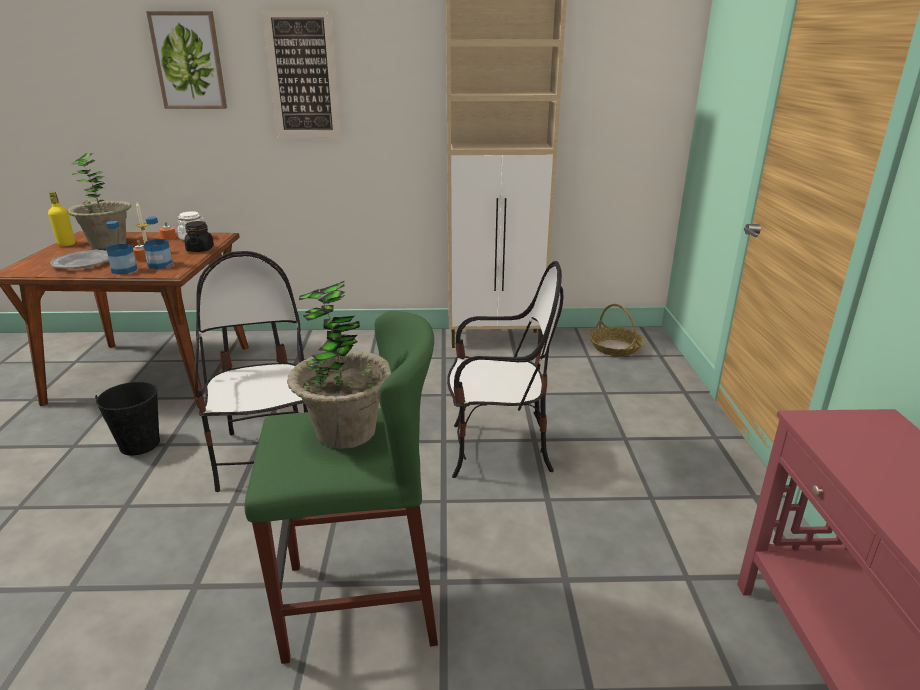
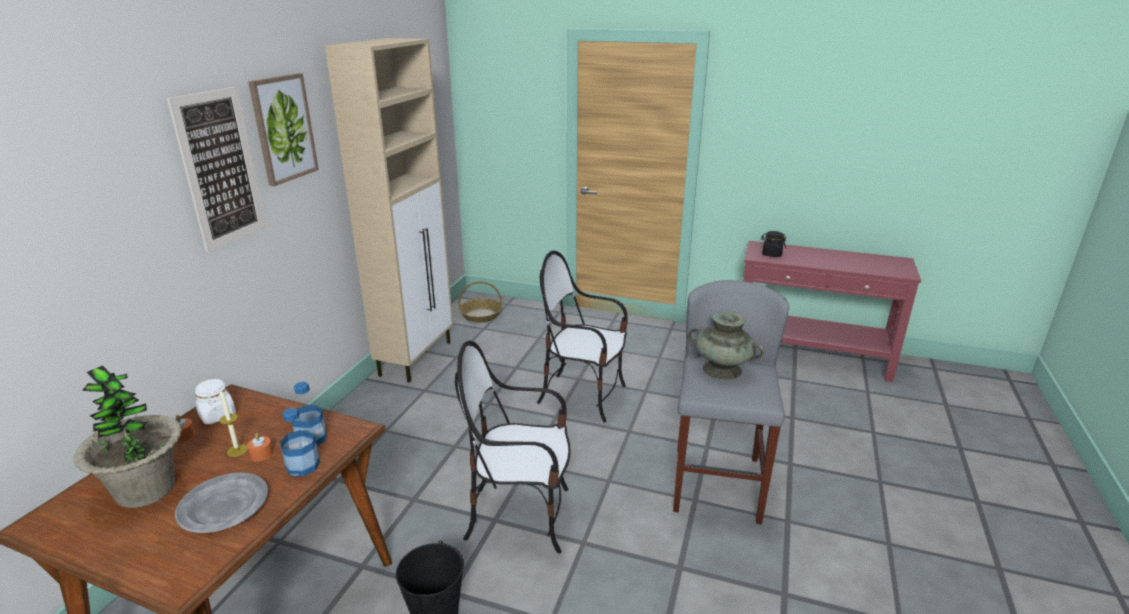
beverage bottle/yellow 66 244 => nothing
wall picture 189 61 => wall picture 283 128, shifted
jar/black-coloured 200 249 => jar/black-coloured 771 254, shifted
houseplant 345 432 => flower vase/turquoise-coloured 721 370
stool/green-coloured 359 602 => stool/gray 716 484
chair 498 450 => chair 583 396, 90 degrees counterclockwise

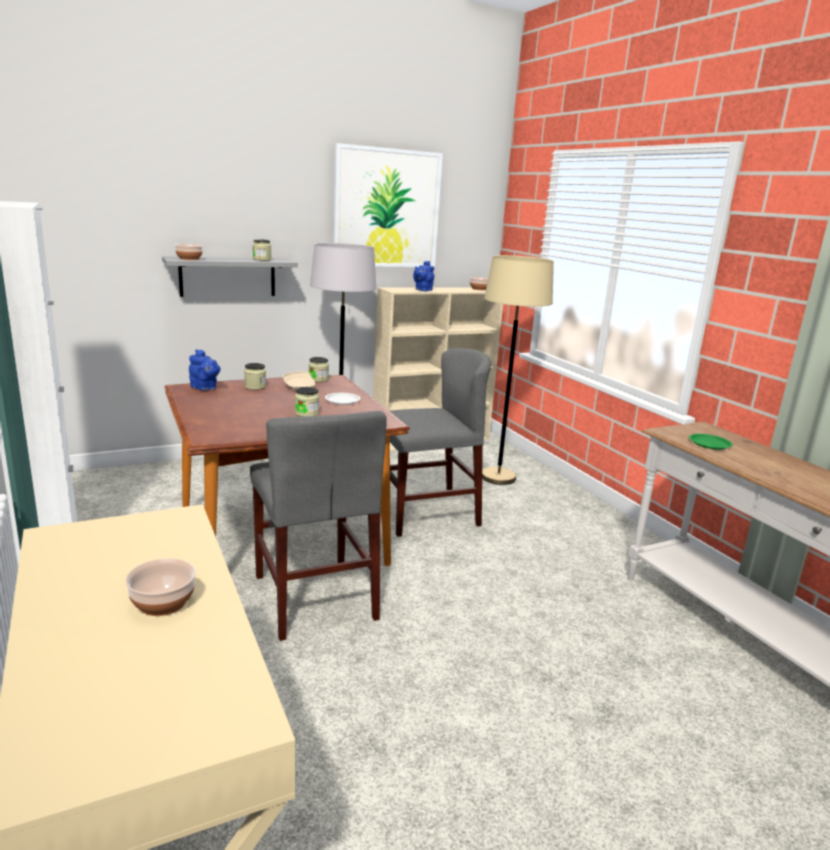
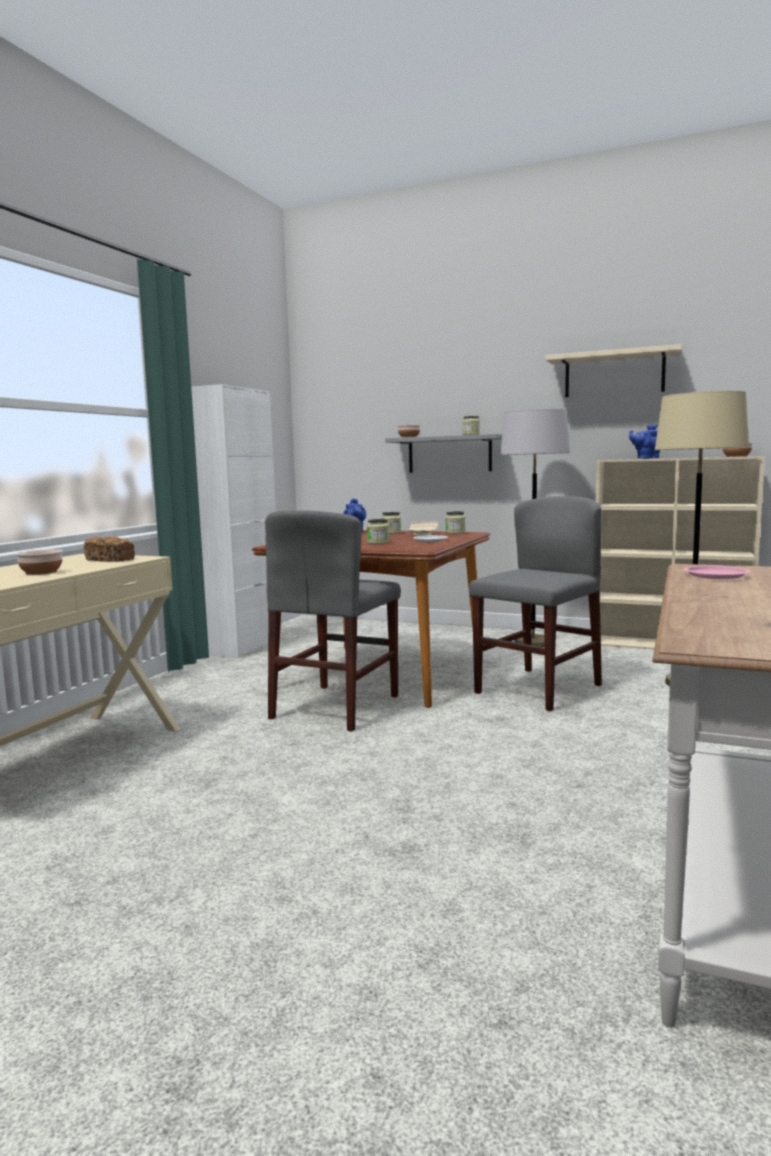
nothing => baked bread 110 560
wall picture 386 209 => wall shelf/beige 614 374
dinner plate/green-coloured 709 444 => dinner plate/pink 716 576
chair/gray 425 514 => chair/gray 538 689, 75 degrees counterclockwise

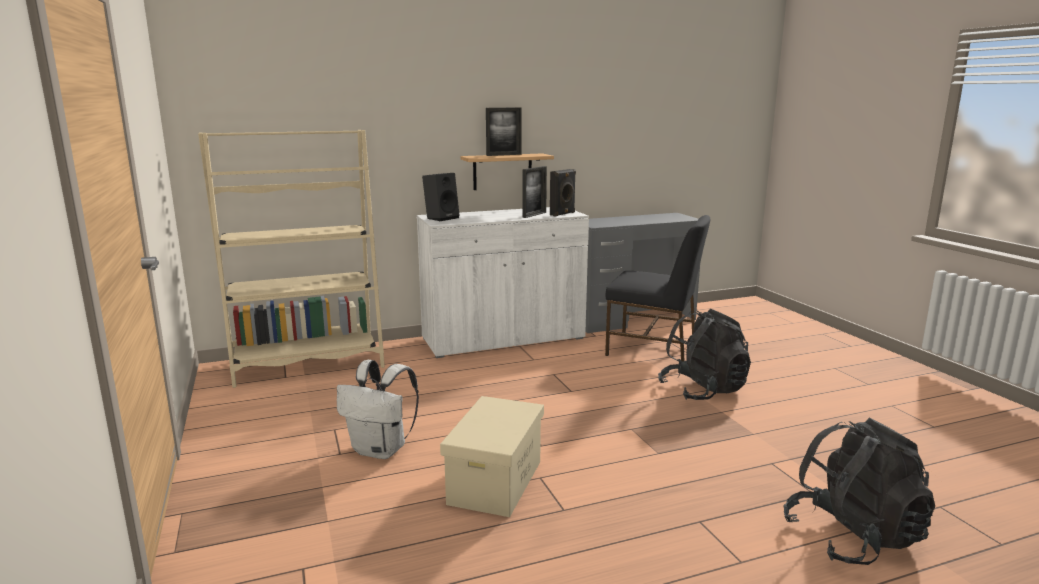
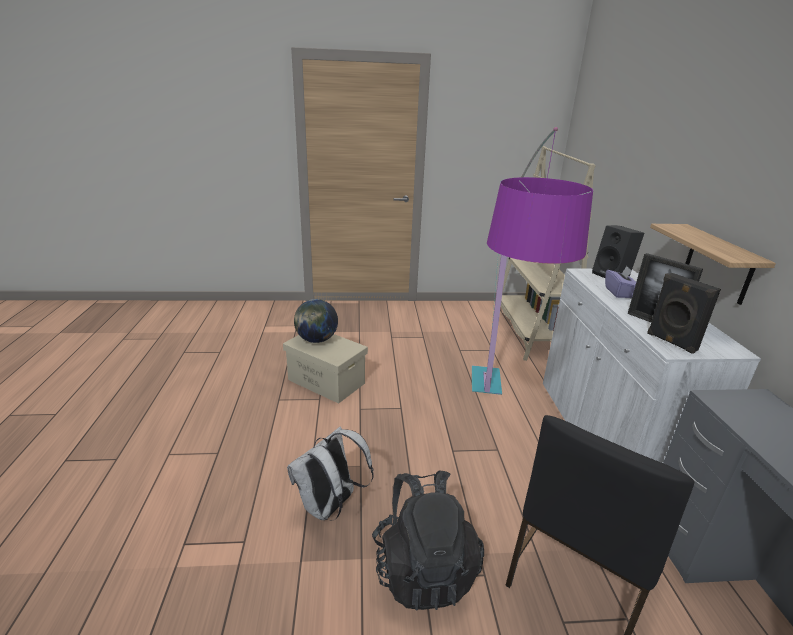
standing frame 504 155 => nothing
rucksack/black-coloured 852 537 => nothing
nothing => desk globe 316 340
nothing => standing lamp 489 433
nothing => tissue box/purple 619 292
rucksack/white 381 450 => rucksack/white 330 506, shifted

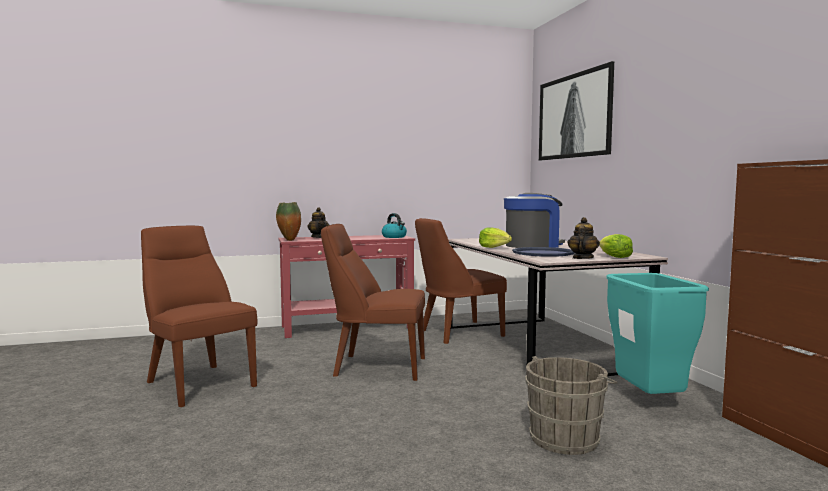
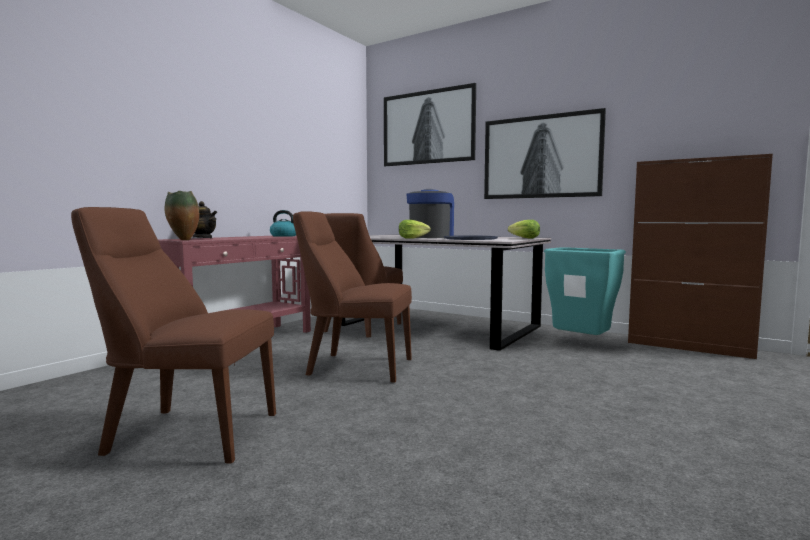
bucket/gray 566 438 => nothing
pot for tea 582 258 => nothing
nothing => wall picture 541 157
chair/brownish 376 367 => chair/brownish 355 366, 45 degrees clockwise

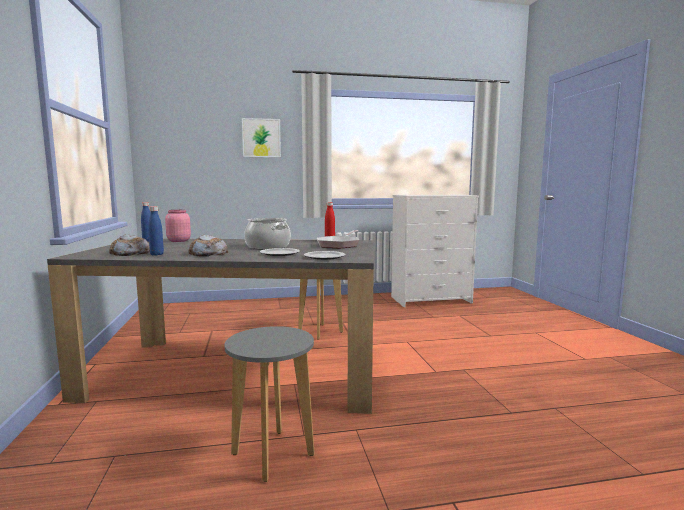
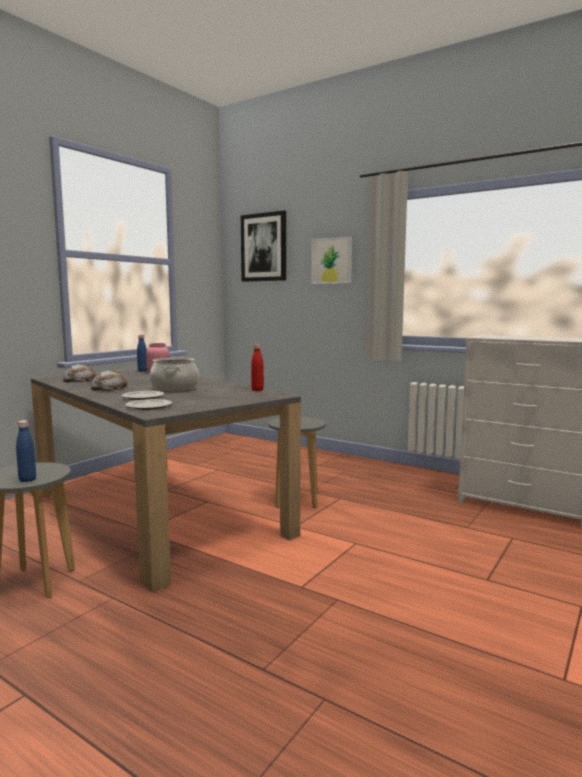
frying pan 339 245 => nothing
nothing => wall picture 264 247
beverage bottle/blue 157 254 => beverage bottle/blue 27 480, shifted

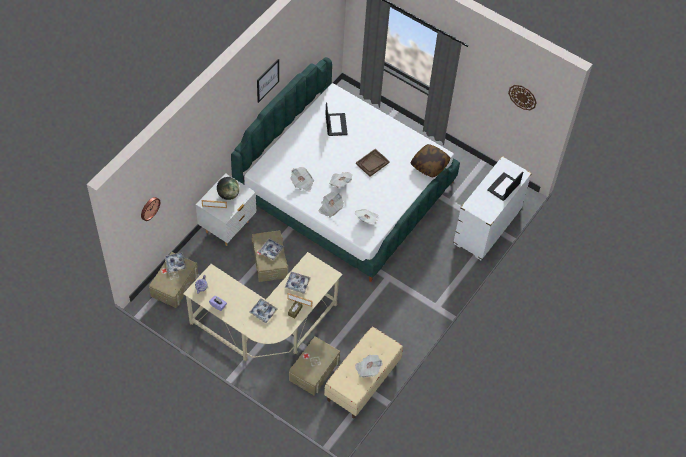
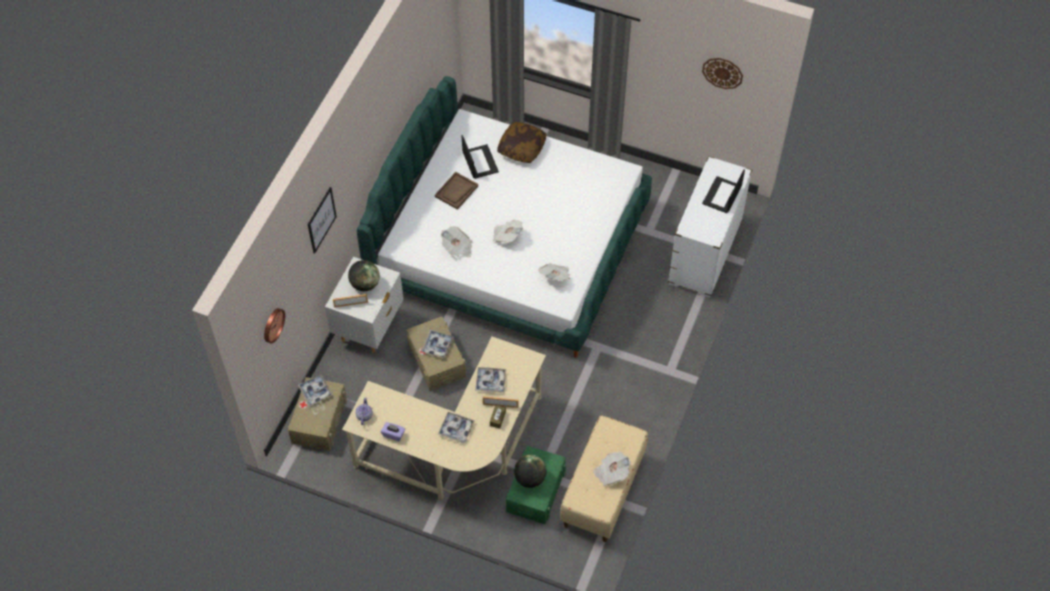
daily paper 330 208 => nothing
nothing => desk globe 530 478
wall picture 267 80 => wall picture 321 220, shifted
carrying tray/brownish 372 163 => carrying tray/brownish 456 191, shifted
cushion 429 164 => cushion 522 148, shifted
storage container/beige 314 370 => storage container/green-coloured 536 490

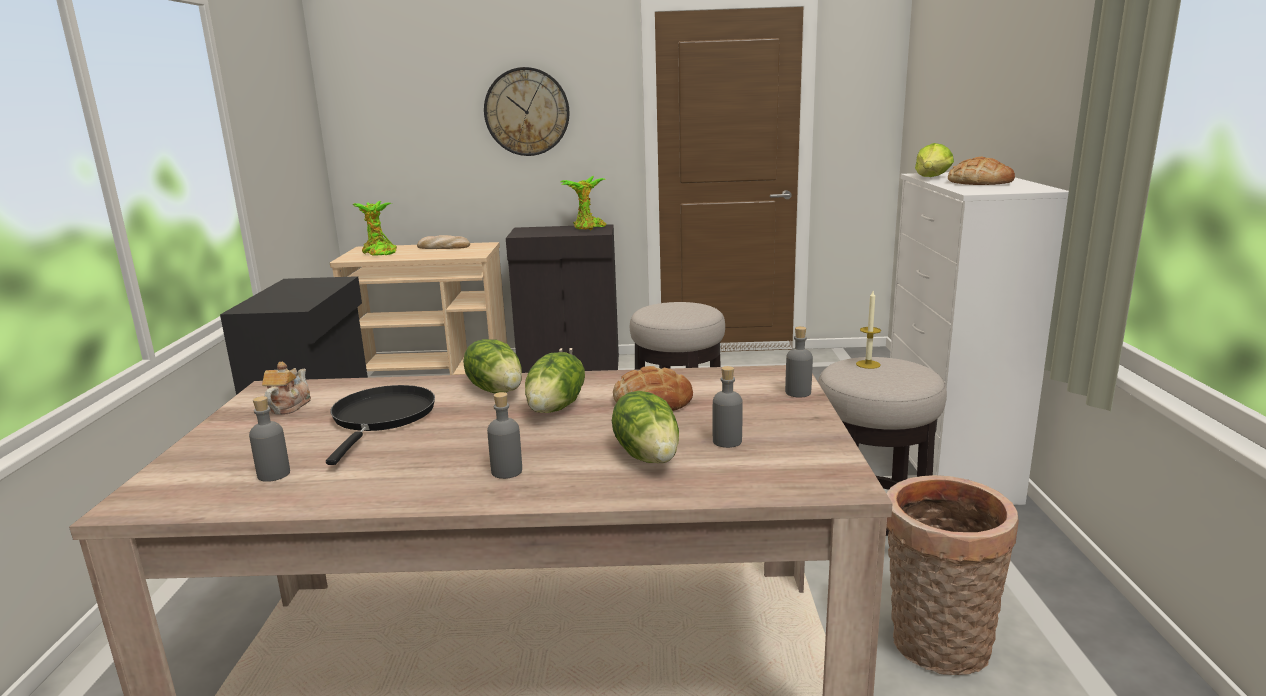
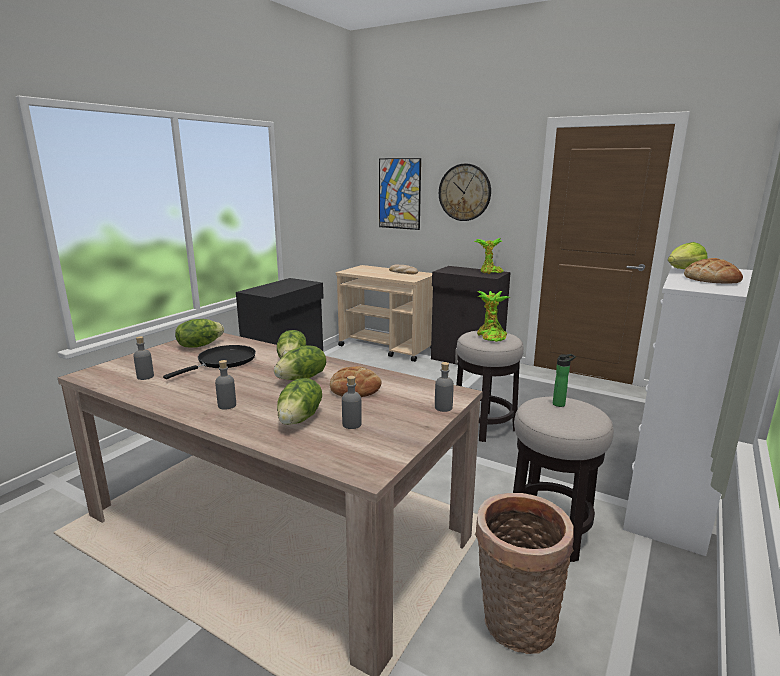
nothing => wall picture 399 194
houseplant 378 253 => houseplant 490 336, shifted
pot for tea 288 406 => lettuce head 200 345
candle 868 364 => beverage bottle 560 404

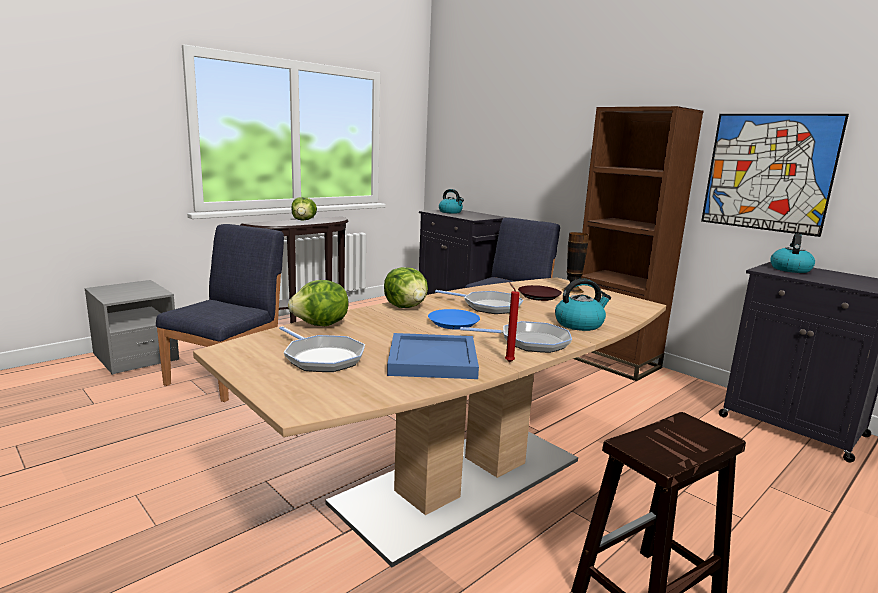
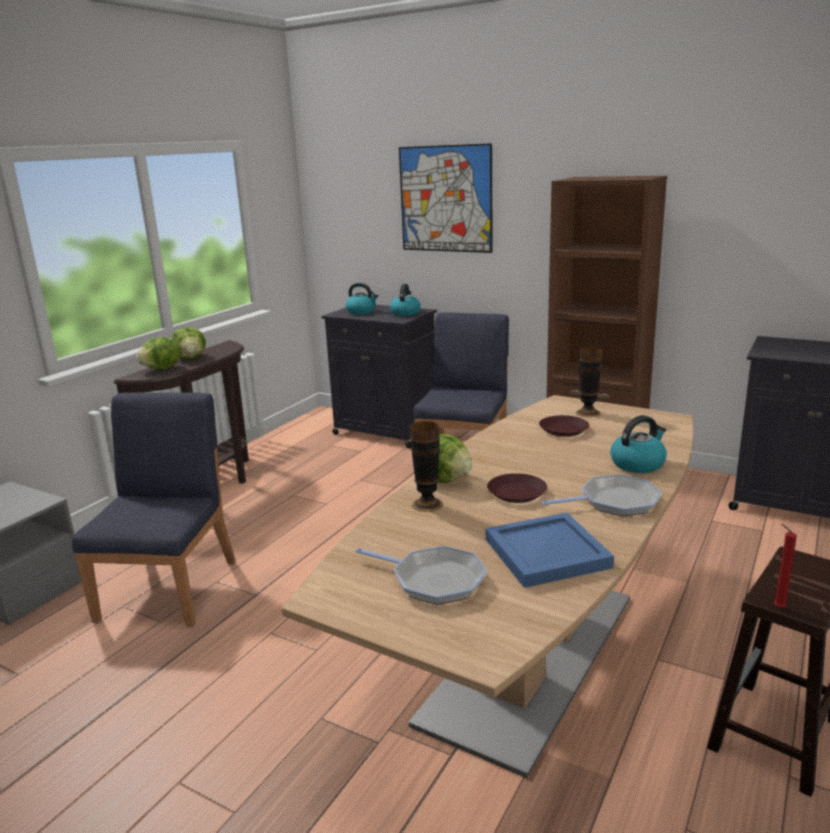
frying pan 488 306 => nothing
nothing => flower vase 427 504
lettuce head 321 325 => lettuce head 162 369, shifted
candle/red 508 361 => candle/red 777 607, shifted
wall picture 768 172 => wall picture 445 199, shifted
kettle 790 269 => kettle 405 313, shifted
dinner plate/blue 453 323 => dinner plate/brownish 516 493

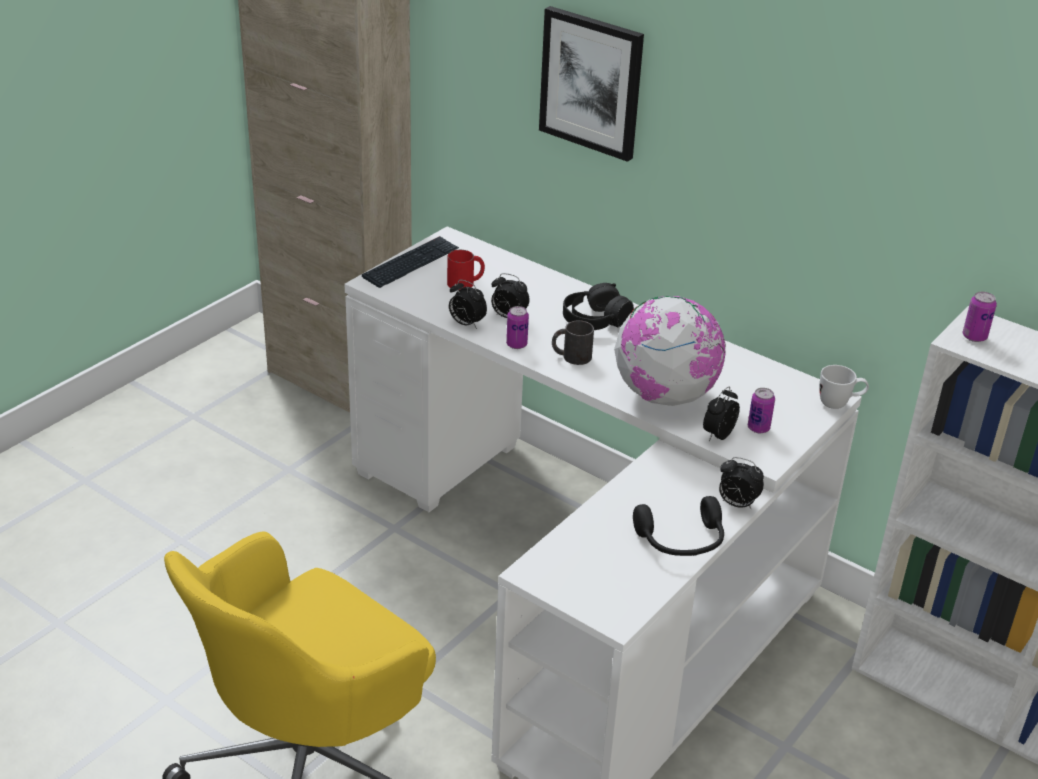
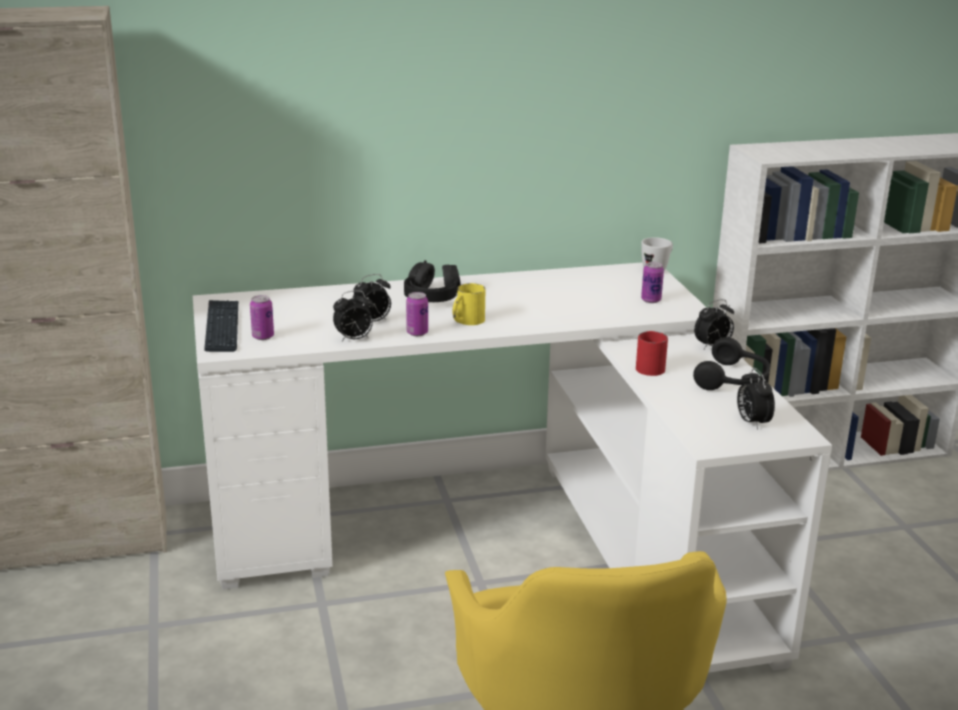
wall picture 591 82 => nothing
desk globe 665 395 => nothing
coffee mug/red 466 283 => coffee mug/red 652 366, shifted
alarm clock 718 435 => alarm clock 752 422, shifted
can 974 337 => can 263 336, shifted
coffee mug/black-coloured 571 356 => coffee mug/yellow 466 321

